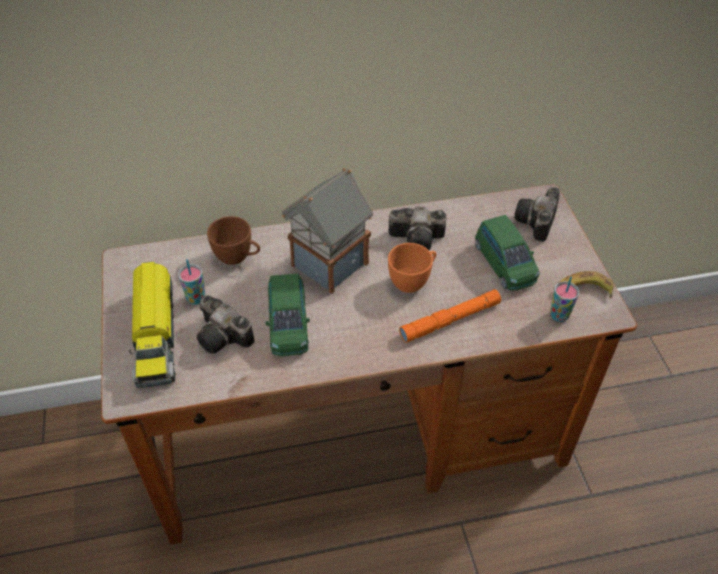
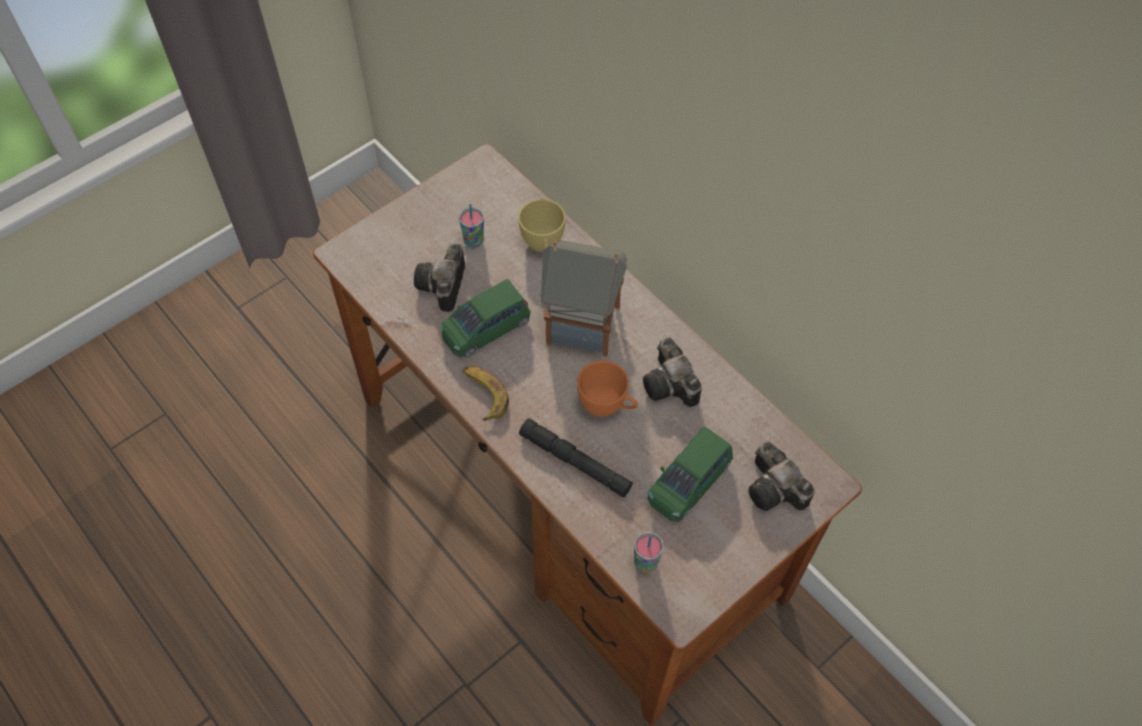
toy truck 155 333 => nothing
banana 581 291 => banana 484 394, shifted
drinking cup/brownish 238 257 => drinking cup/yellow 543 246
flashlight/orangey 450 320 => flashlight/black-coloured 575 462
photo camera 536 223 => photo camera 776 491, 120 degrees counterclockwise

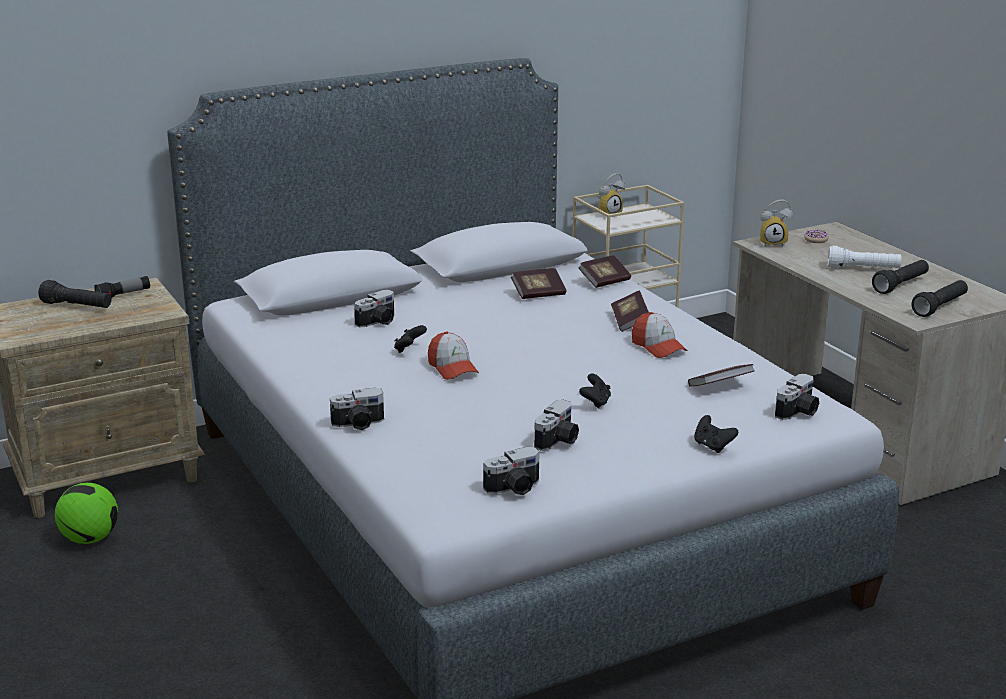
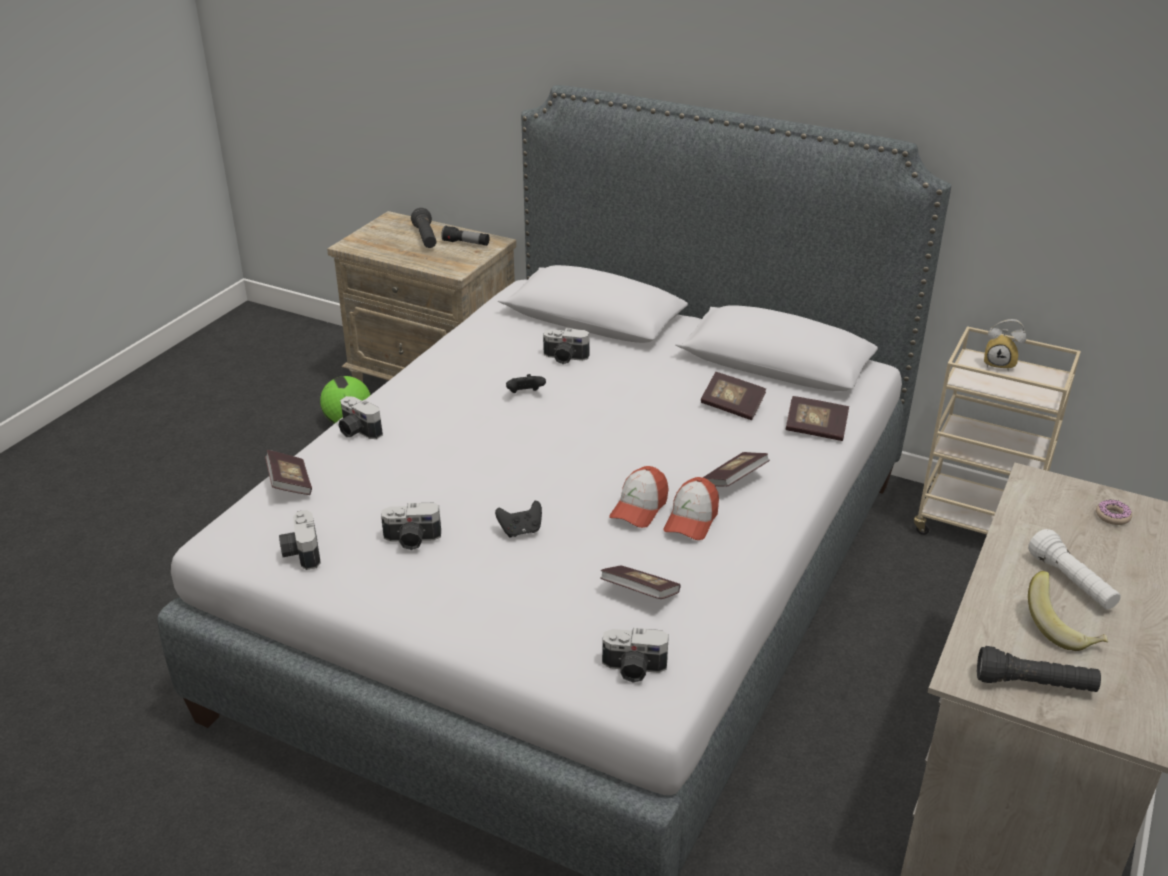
game controller/black-coloured 712 446 => nothing
alarm clock 773 243 => nothing
nothing => bound book 290 484
cap 452 368 => cap 639 508, shifted
flashlight/black-coloured 900 285 => banana 1062 629
photo camera 514 488 => photo camera 300 552, 45 degrees clockwise

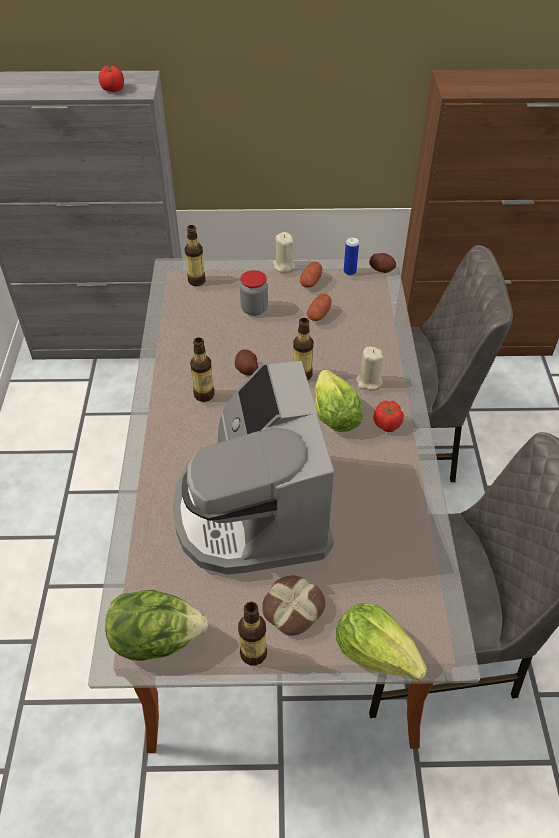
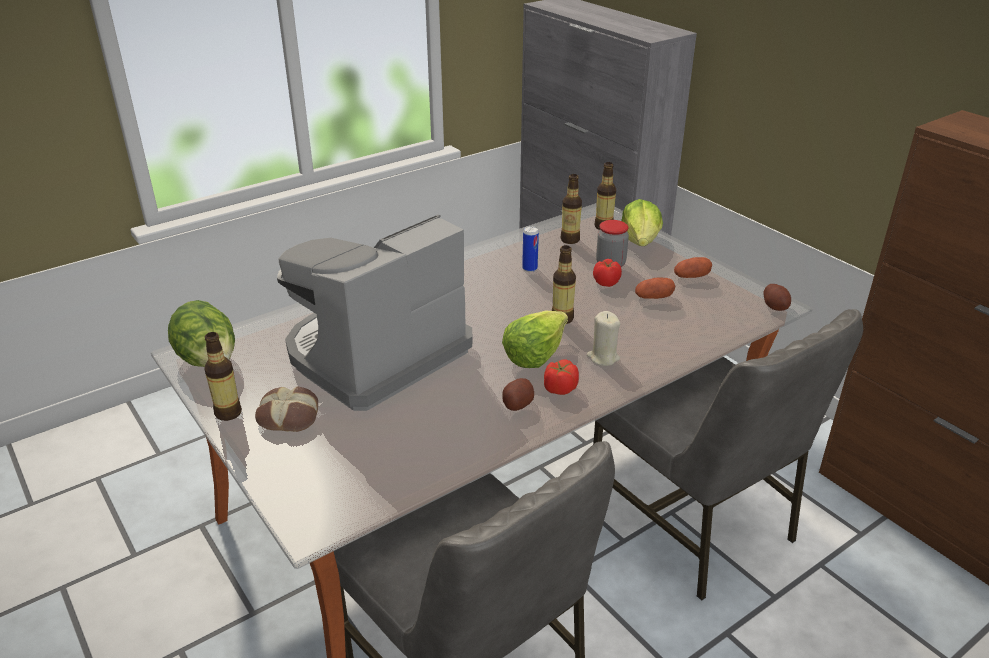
candle/beige 283 266 => nothing
fresh tomato 113 89 => fresh tomato 607 282, shifted
beverage bottle 204 395 => beverage bottle 570 240, shifted
potato 246 369 => potato 517 404, shifted
lettuce head 376 652 => lettuce head 640 241, shifted
can 349 272 => can 529 268, shifted

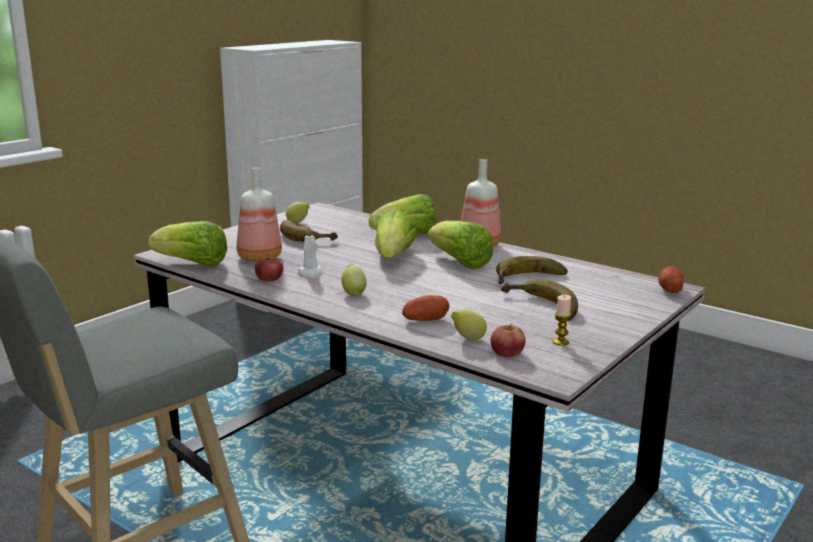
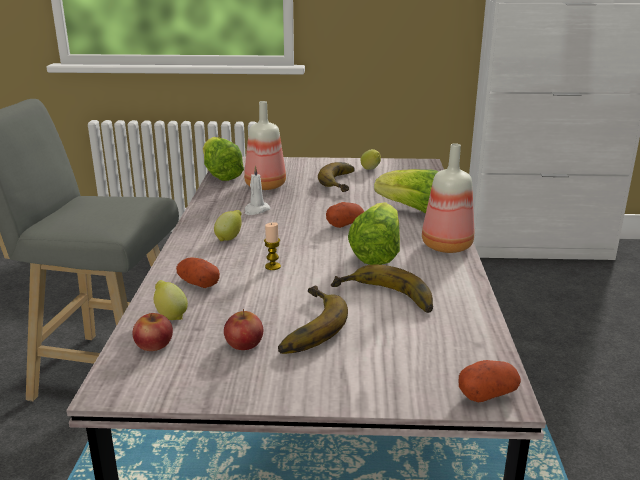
apple 269 278 => apple 244 343, shifted
candle 560 342 => candle 272 266, shifted
lettuce head 393 257 => potato 345 224

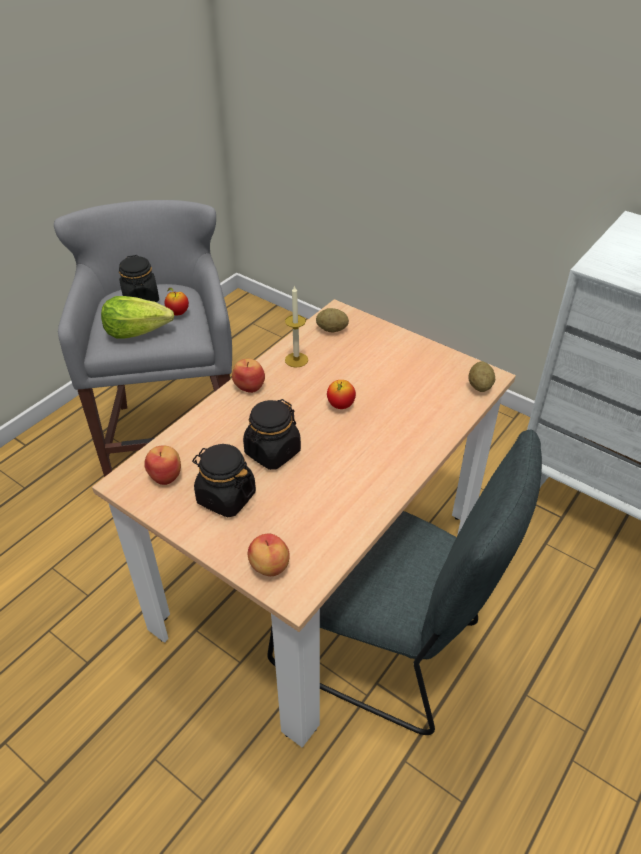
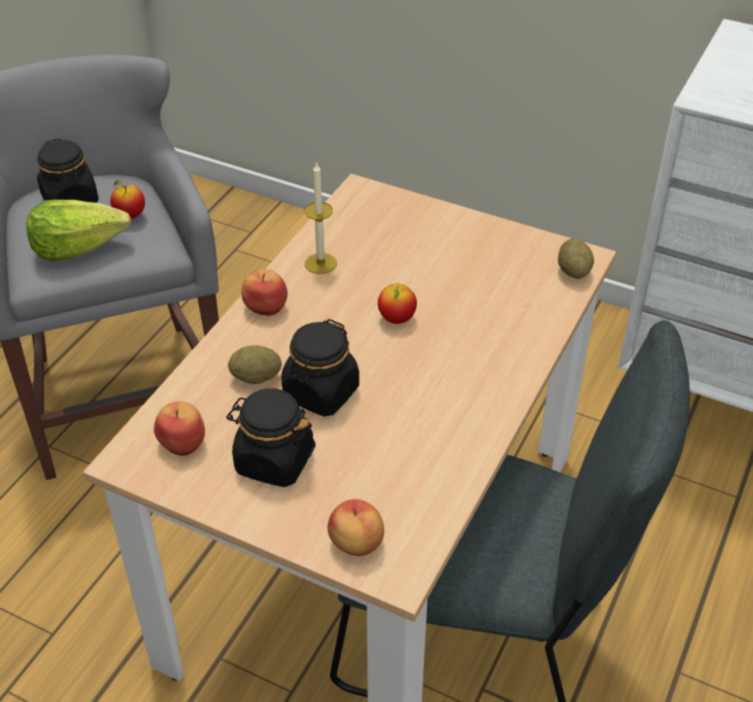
potato 332 329 => potato 256 377, shifted

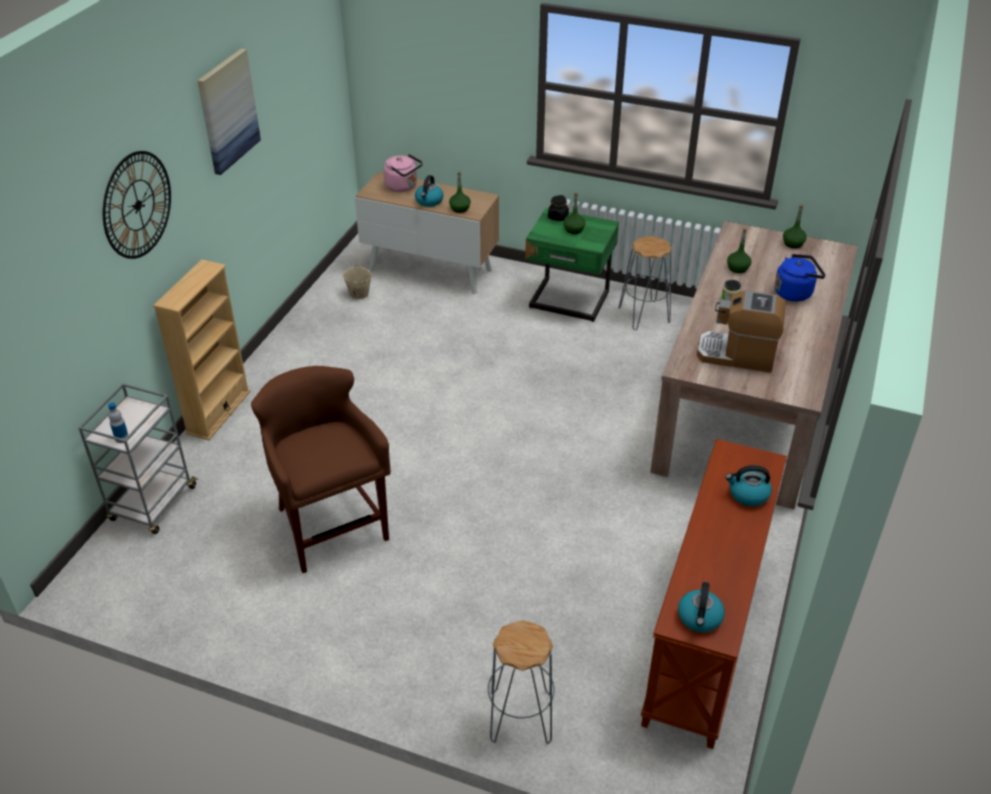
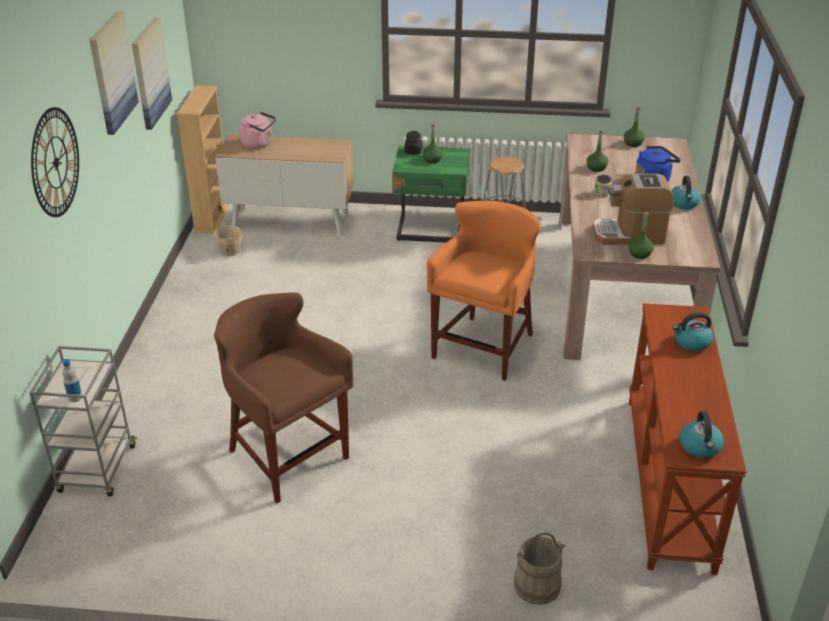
nothing => wall picture 150 73
nothing => stool/orangey 484 348
shelving unit/beige 218 412 => shelving unit/beige 212 216, shifted
kettle 429 201 => kettle 684 203, shifted
beverage bottle/green-coloured 459 208 => beverage bottle/green-coloured 639 254, shifted
stool/gray 520 717 => bucket/beige 537 586

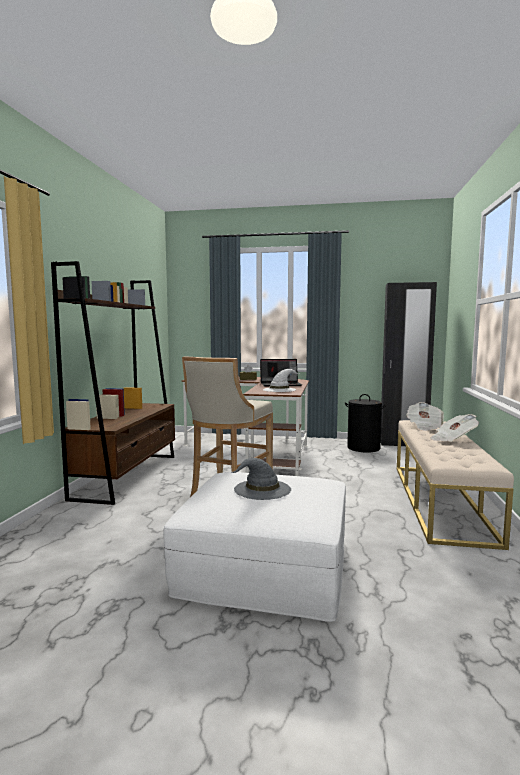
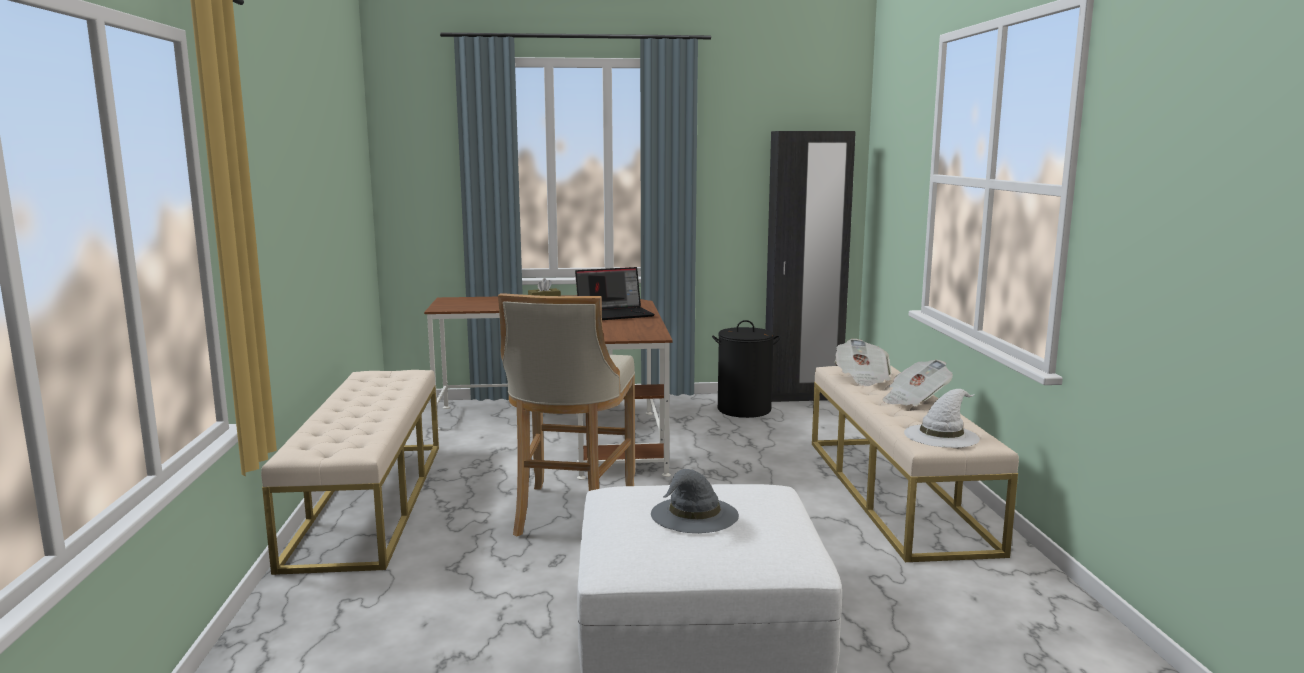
wearable hat/white 279 389 => wearable hat/white 941 435, shifted
shelving unit/brownish 128 475 => indoor bench/beige 369 500

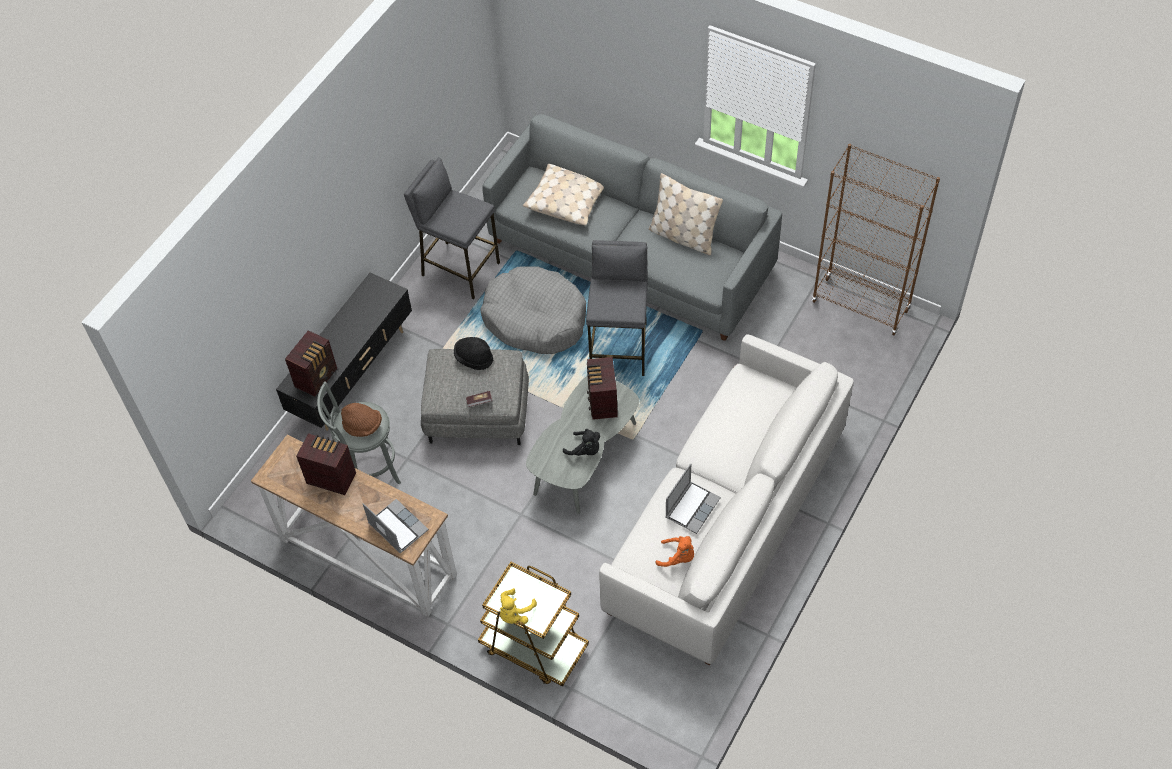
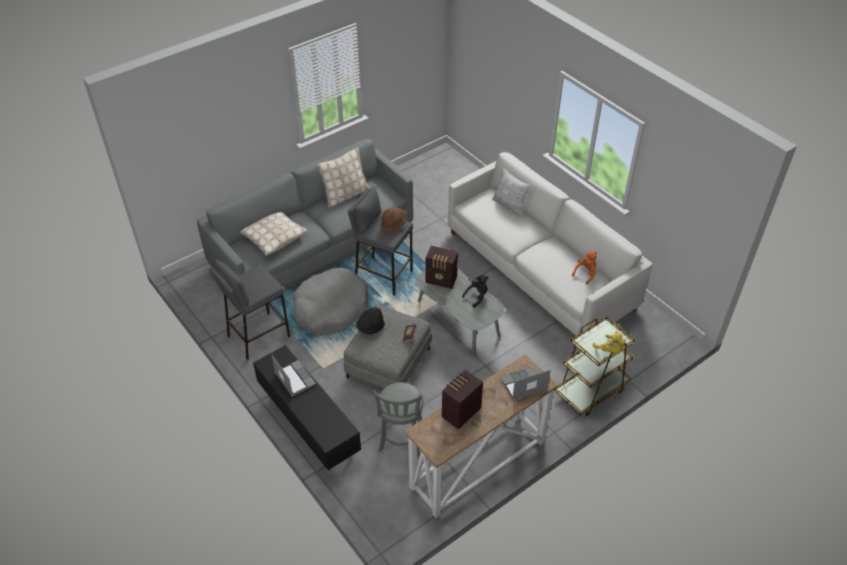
radio set 317 377 => nothing
shelving unit/brownish 860 306 => nothing
nothing => cushion 509 206
wearable hat/brownish 363 426 => wearable hat/brownish 393 224, shifted
notebook computer 692 507 => notebook computer 294 379, shifted

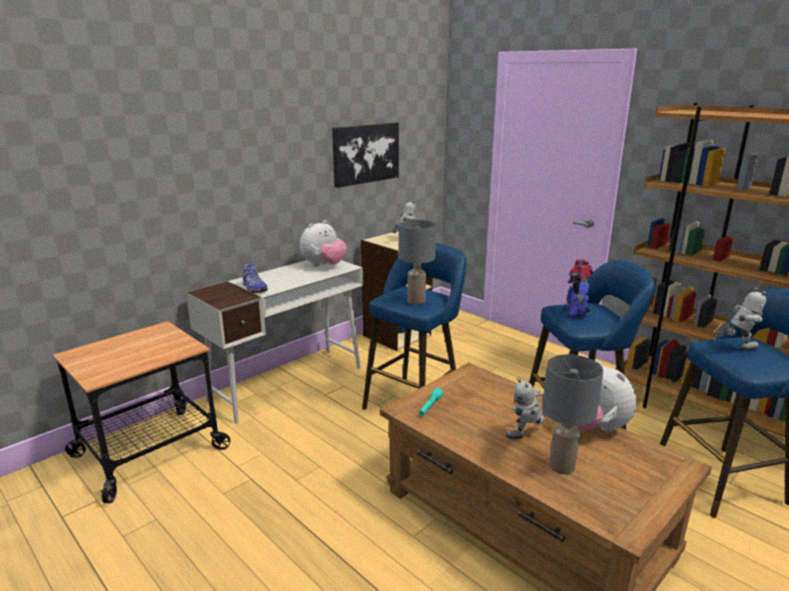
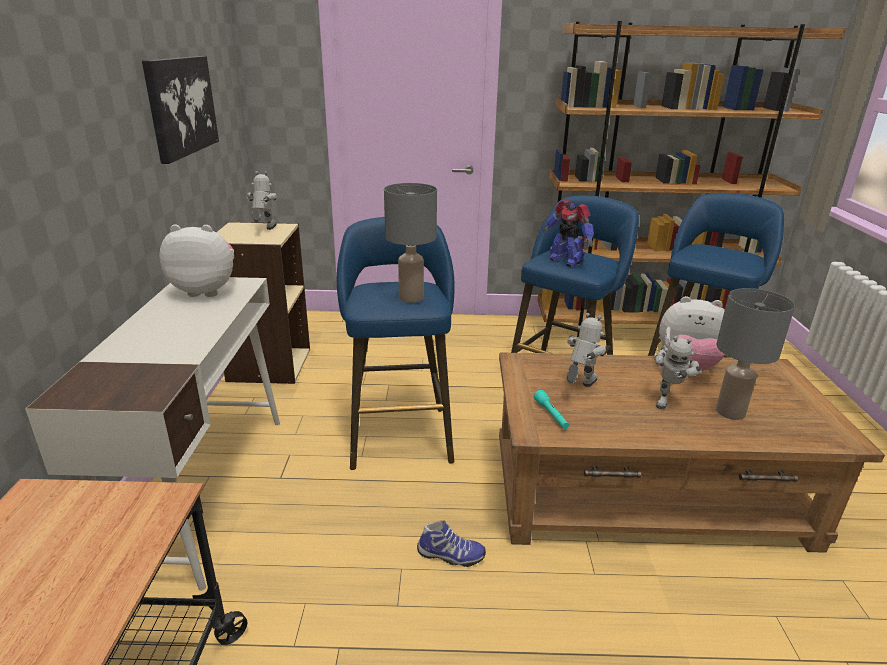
shoe 254 288 => shoe 450 556, shifted
toy robot 735 348 => toy robot 579 387, shifted
soft toy 324 265 => soft toy 206 291, 90 degrees counterclockwise

